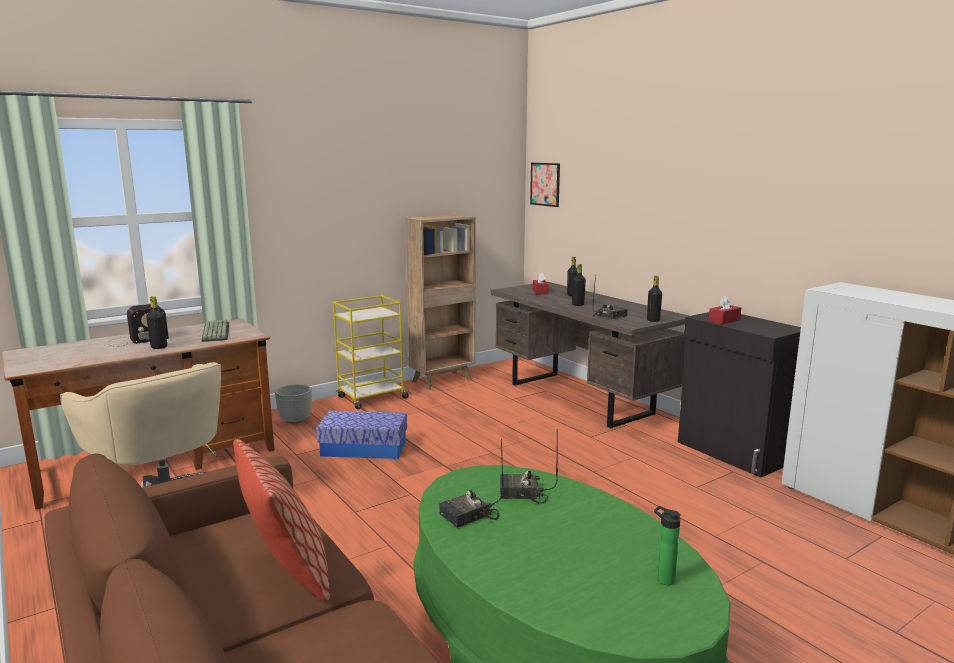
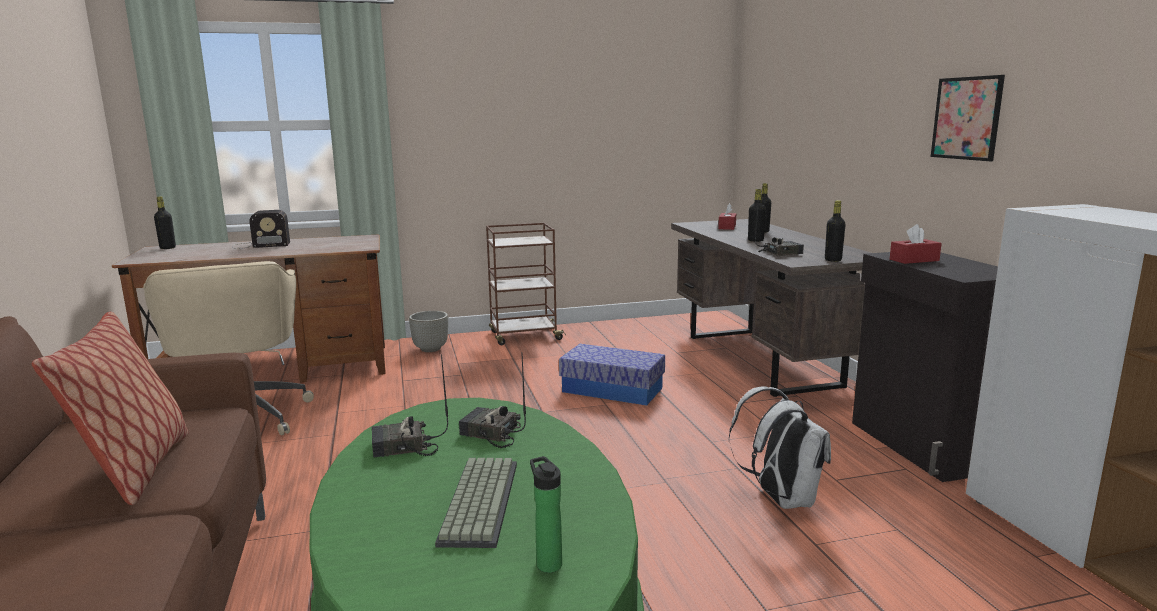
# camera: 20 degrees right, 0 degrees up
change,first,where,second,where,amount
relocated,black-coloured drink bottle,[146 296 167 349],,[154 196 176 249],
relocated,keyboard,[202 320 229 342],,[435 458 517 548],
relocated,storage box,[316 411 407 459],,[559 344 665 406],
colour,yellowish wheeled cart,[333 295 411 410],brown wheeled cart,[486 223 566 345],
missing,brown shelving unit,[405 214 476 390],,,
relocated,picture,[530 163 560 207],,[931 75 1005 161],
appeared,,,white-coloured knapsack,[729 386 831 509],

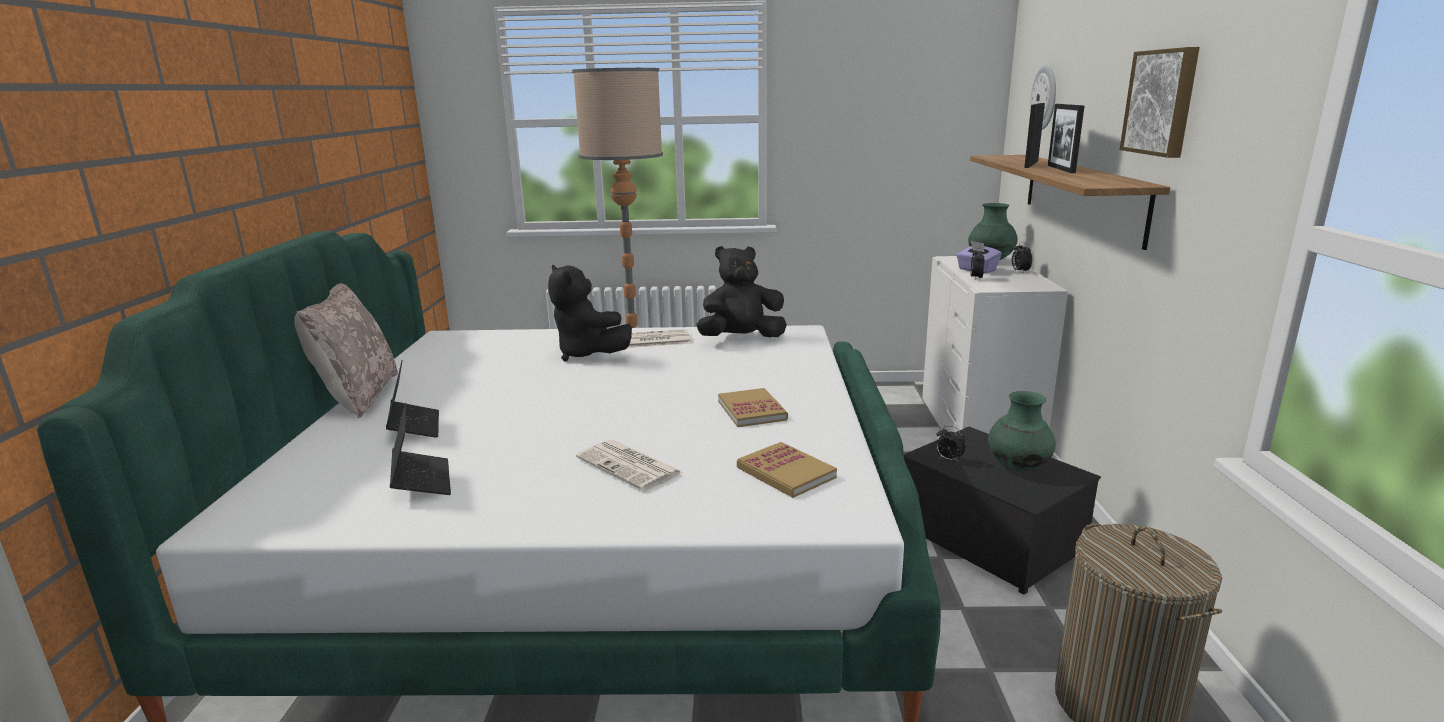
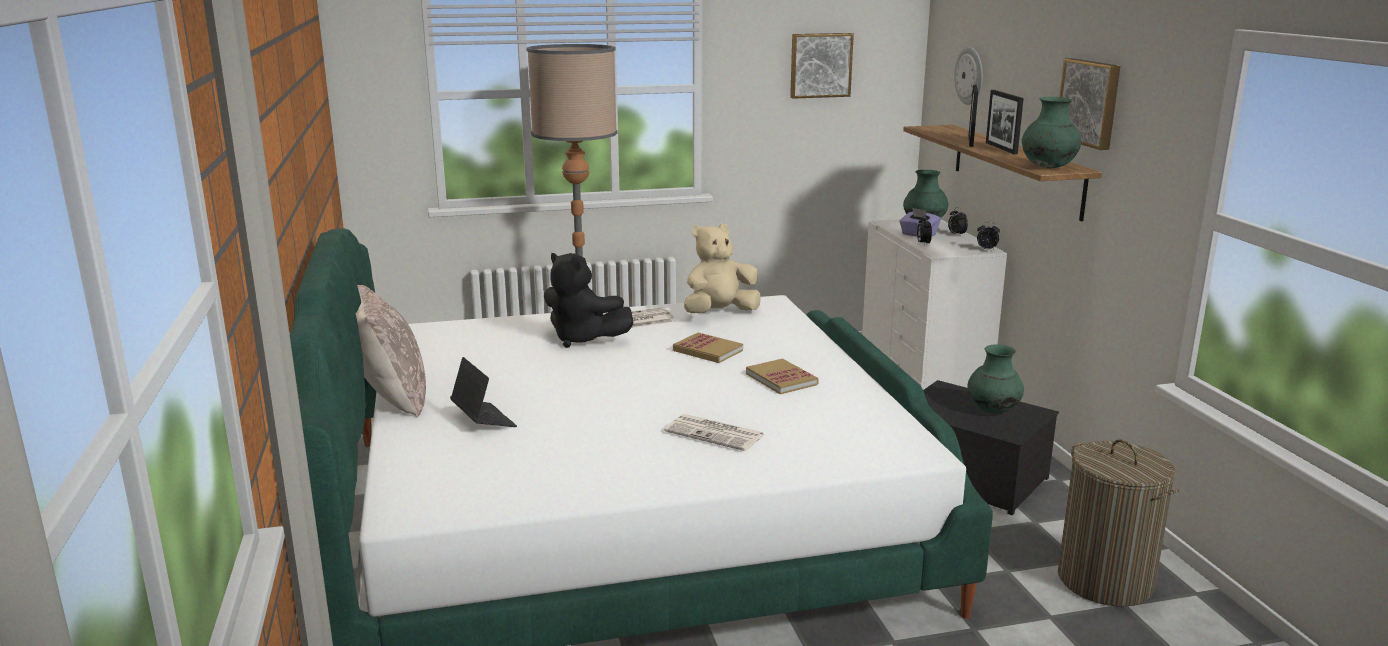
# camera: 15 degrees left, 0 degrees up
change,first,where,second,where,amount
missing,portable computer,[390 403 451 495],,,
colour,black-coloured cuddly toy,[696 246 787 338],beige cuddly toy,[684 224 761 313],
relocated,volume,[737 442 837 498],,[673 333 743 363],
relocated,table clock,[936 426 966 462],,[977 222 1000 251],
appeared,,,picture,[790 33 854 99],
appeared,,,green-coloured decorative vase,[1022 97 1081 168],

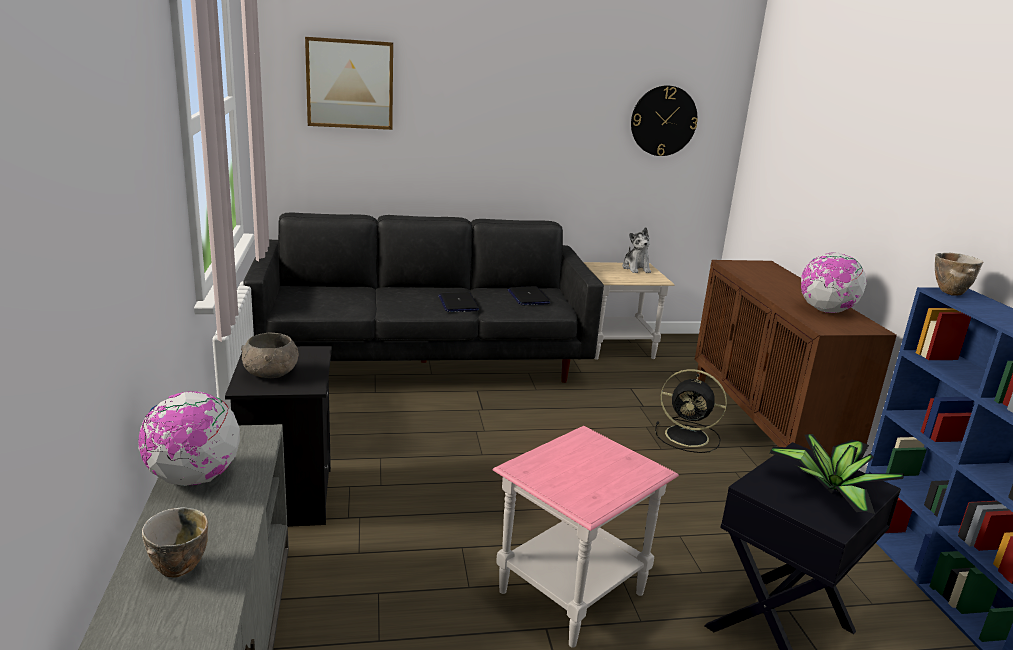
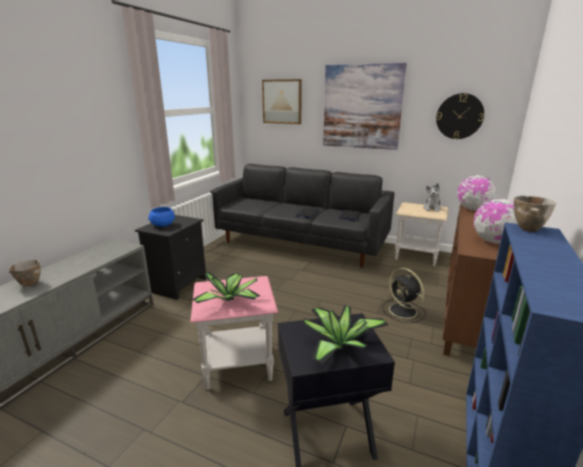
# camera: 35 degrees right, 0 degrees up
change,first,where,second,where,amount
relocated,globe,[138 391 240 486],,[457 175 496 210],
colour,greyish bowl,[241 333 298 378],blue-coloured bowl,[148 207 175 227],
appeared,,,plant in a pot,[192 272 260 303],
appeared,,,picture,[323 63 407 150],

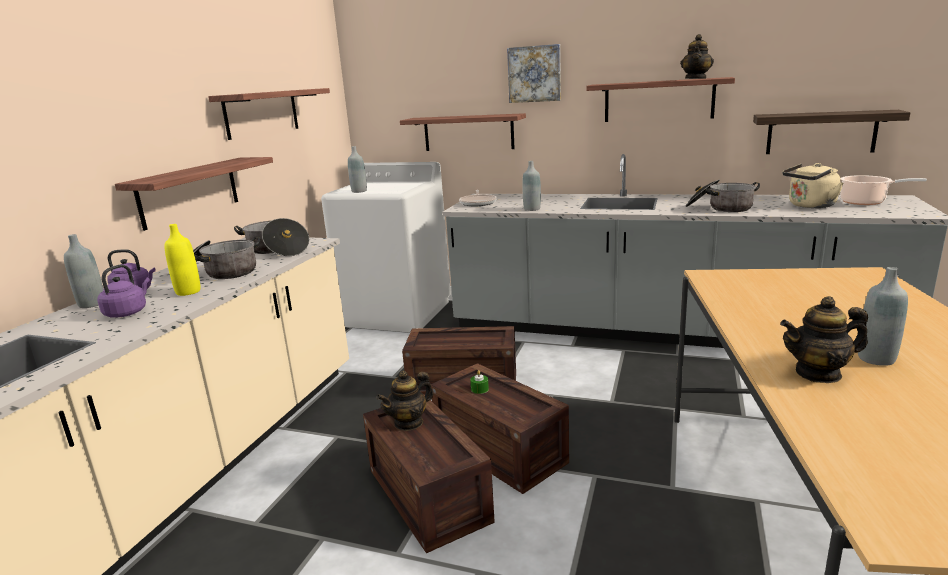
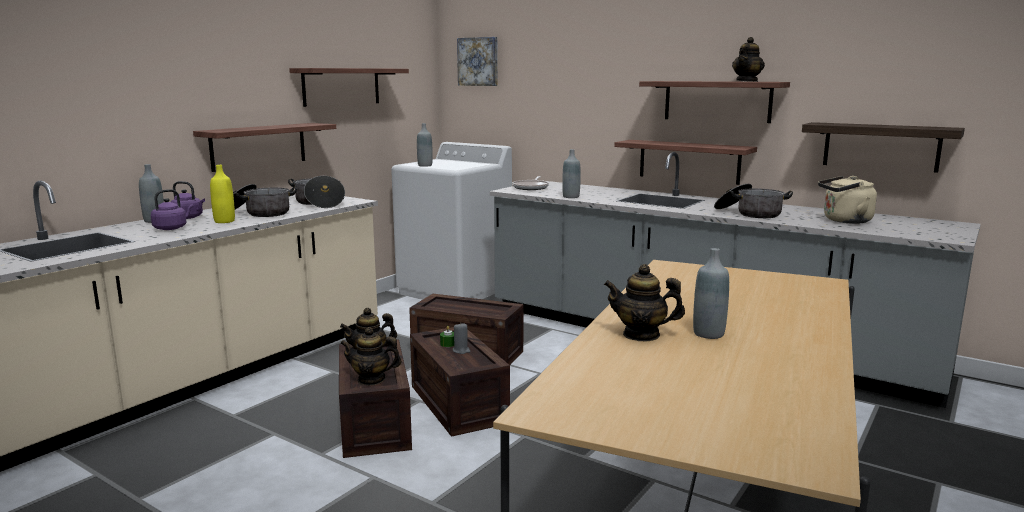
# camera: 15 degrees right, 5 degrees down
change,first,where,second,where,amount
relocated,wall shelf,[400 113 526 151],,[614 140 757 185],
relocated,picture,[507 44 561 103],,[457 37 498 86],
missing,stockpot,[840 175 927 205],,,
appeared,,,teapot,[340 327 402 385],
appeared,,,greyish candle,[453 323 471 354],

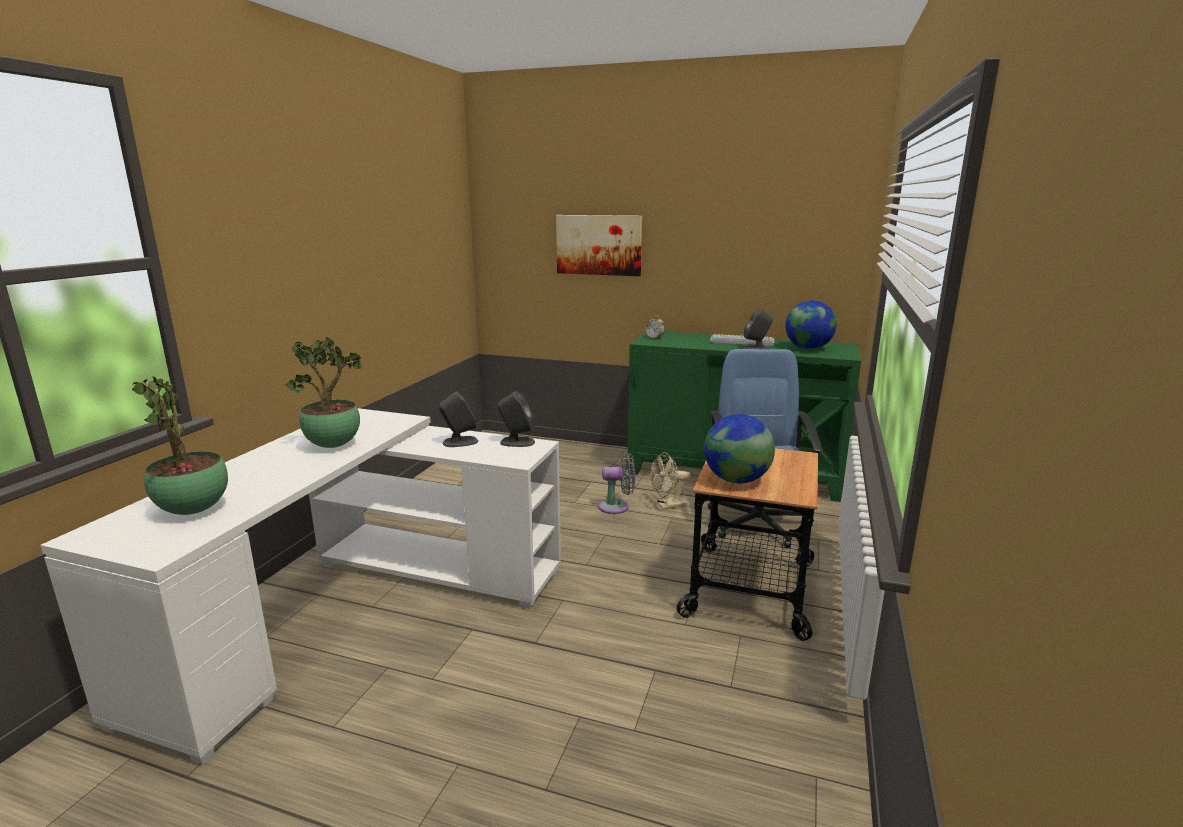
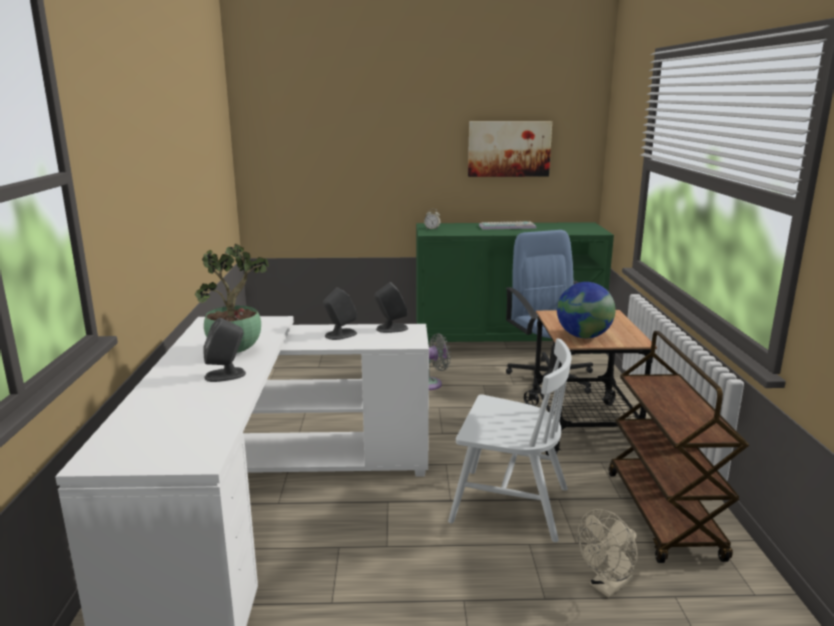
# camera: 20 degrees left, 0 degrees up
change,first,where,second,where,amount
missing,plant in a pot,[132 376 228 515],,,
relocated,picture,[556 215 642 276],,[468 121 552 177],
relocated,beige electric fan,[650 452 691 510],,[578 509 638 597],
relocated,greyish speaker,[743 309 773 349],,[203 318 246 382],
missing,globe,[785 301 837 350],,,
appeared,,,white-coloured upright chair,[448 339 572 542],
appeared,,,brown wheeled cart,[609 331 749 563],

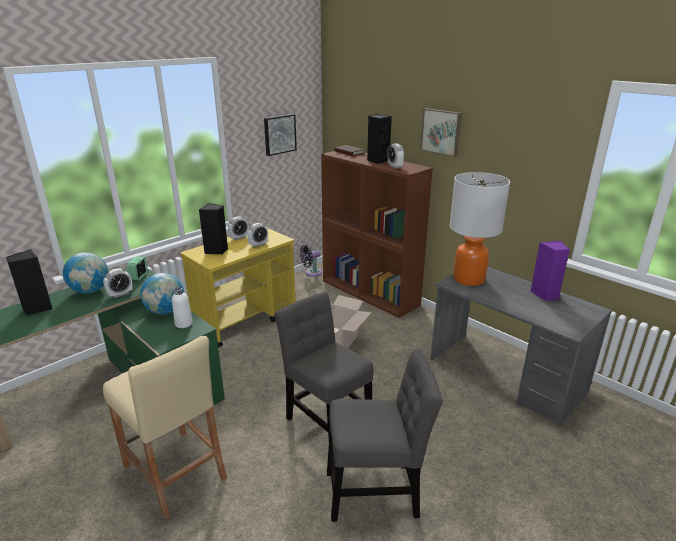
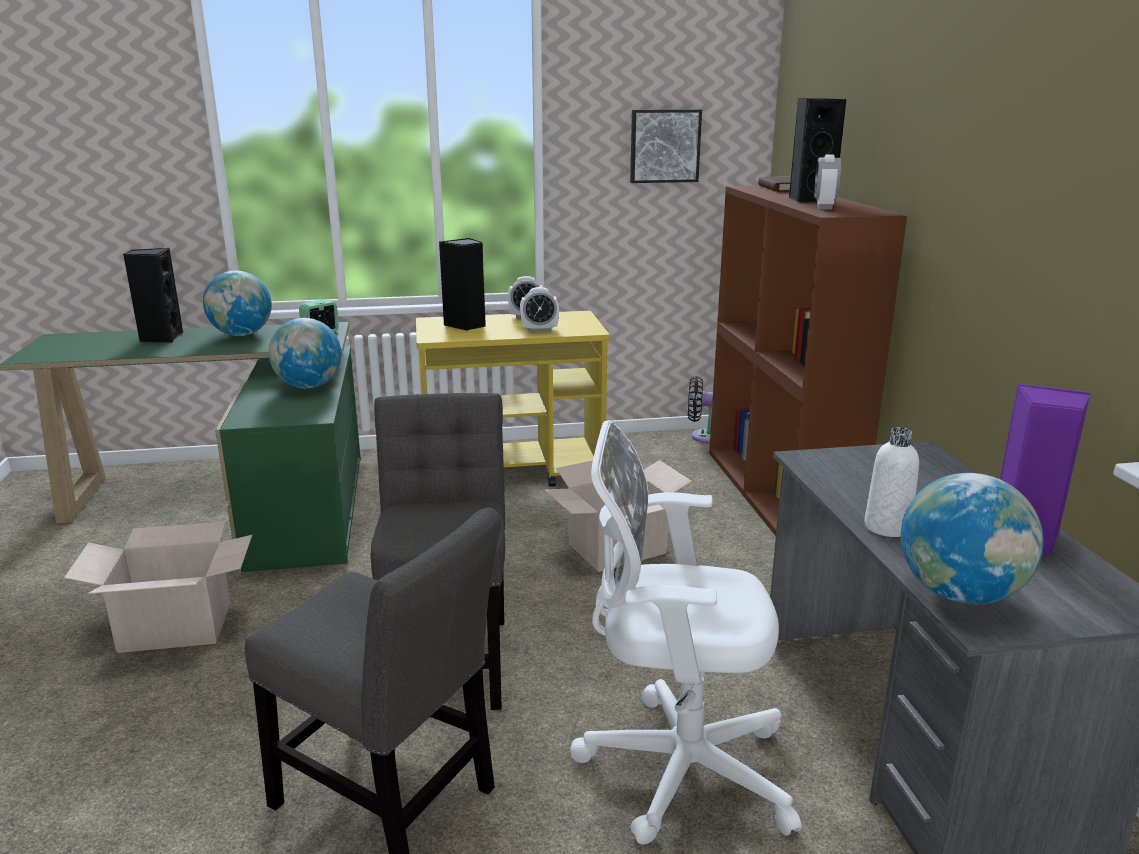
# camera: 35 degrees right, 5 degrees down
change,first,where,second,where,amount
missing,table clock,[103 268 132 298],,,
exchanged,beige sitting stool,[103 336 227 519],packing box,[64 522 252 653],
relocated,white-coloured drink bottle,[172 287 193 328],,[864 427 919 537],
missing,picture,[420 108 462 157],,,
missing,lamp for a table,[449 172 510 286],,,
appeared,,,white-coloured desk chair,[570 420 801 845],
appeared,,,globe,[901 473 1044 604],

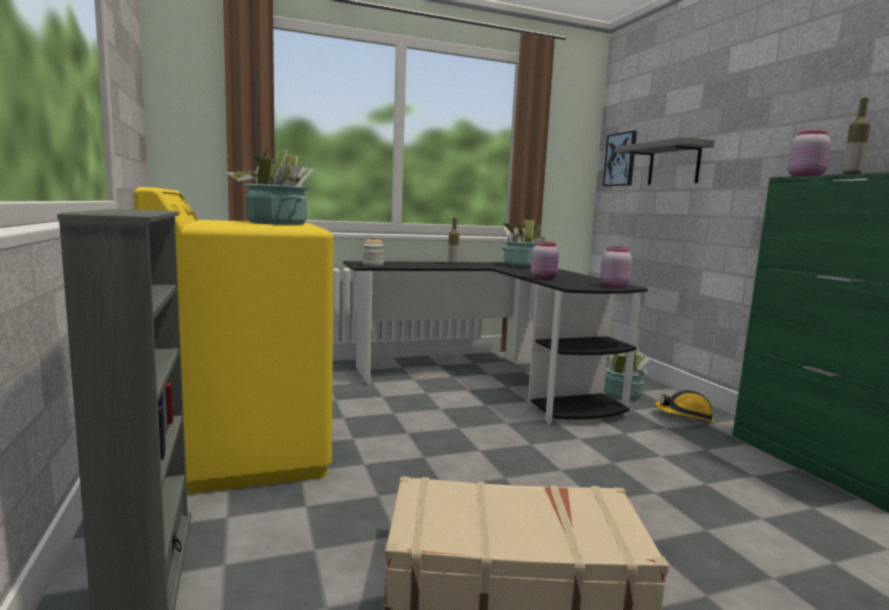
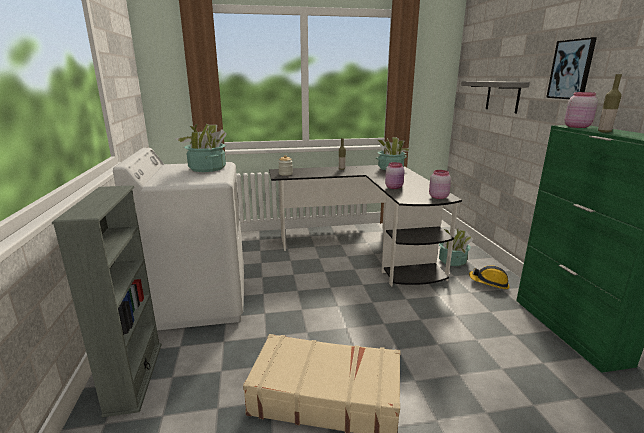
# camera: 10 degrees right, 10 degrees up
change,first,where,second,where,amount
colour,yellowish laundry appliance,[134 187 334 495],white-coloured laundry appliance,[113 148 244 330],
relocated,picture,[603 131 637 186],,[546 37 597 99],

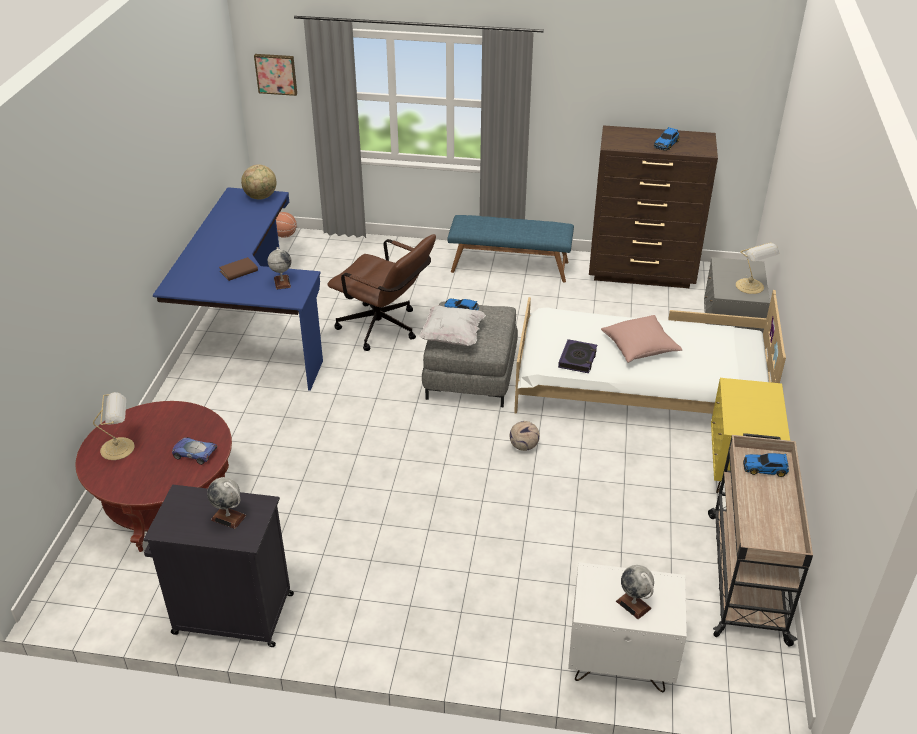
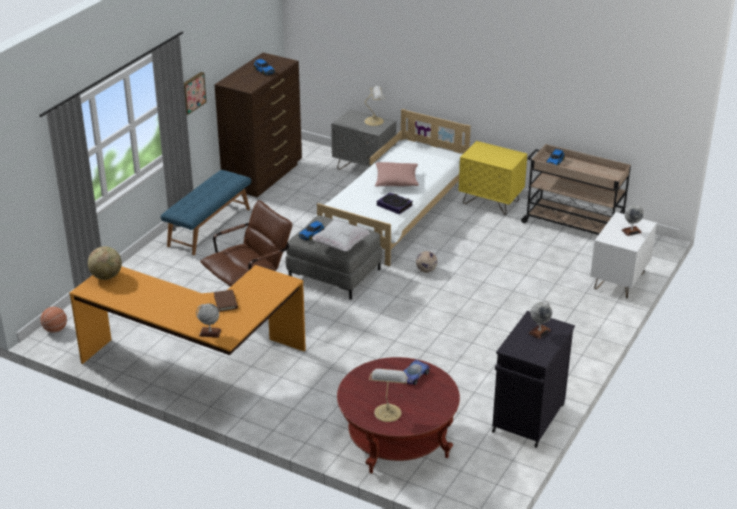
# camera: 70 degrees left, 5 degrees down
change,first,where,second,where,amount
colour,blue-coloured desk table,[153 187 323 391],orangey desk table,[69 265 306 364],
relocated,picture,[254 54 297 96],,[184 72 207 115],
relocated,globe,[268 247 291 290],,[196 303 221 338],

